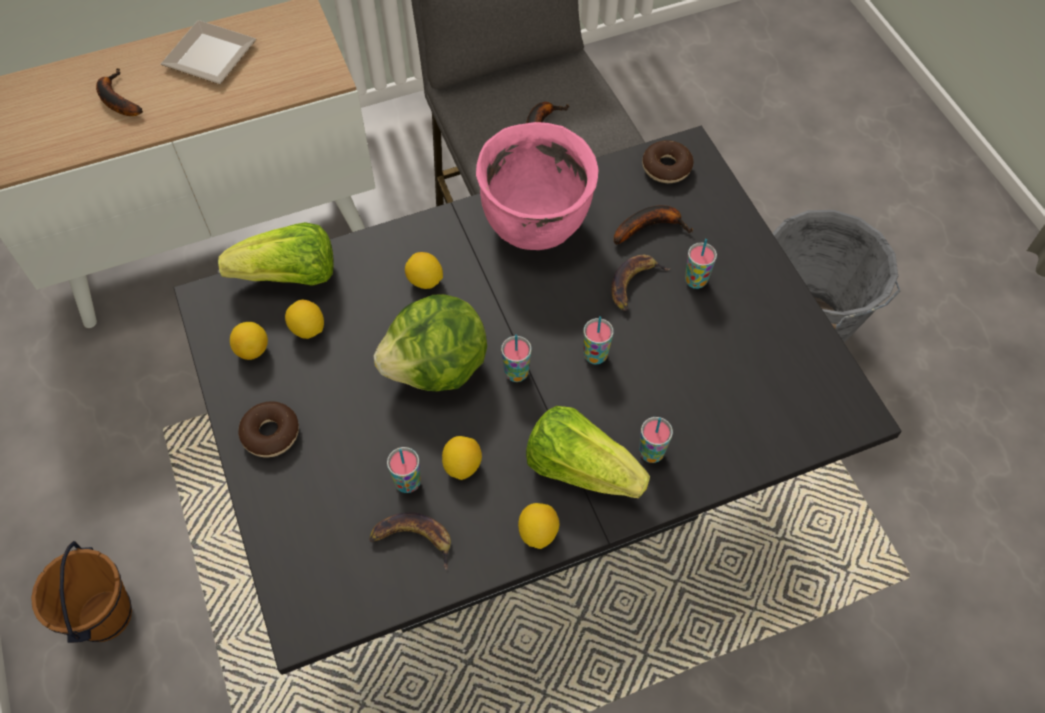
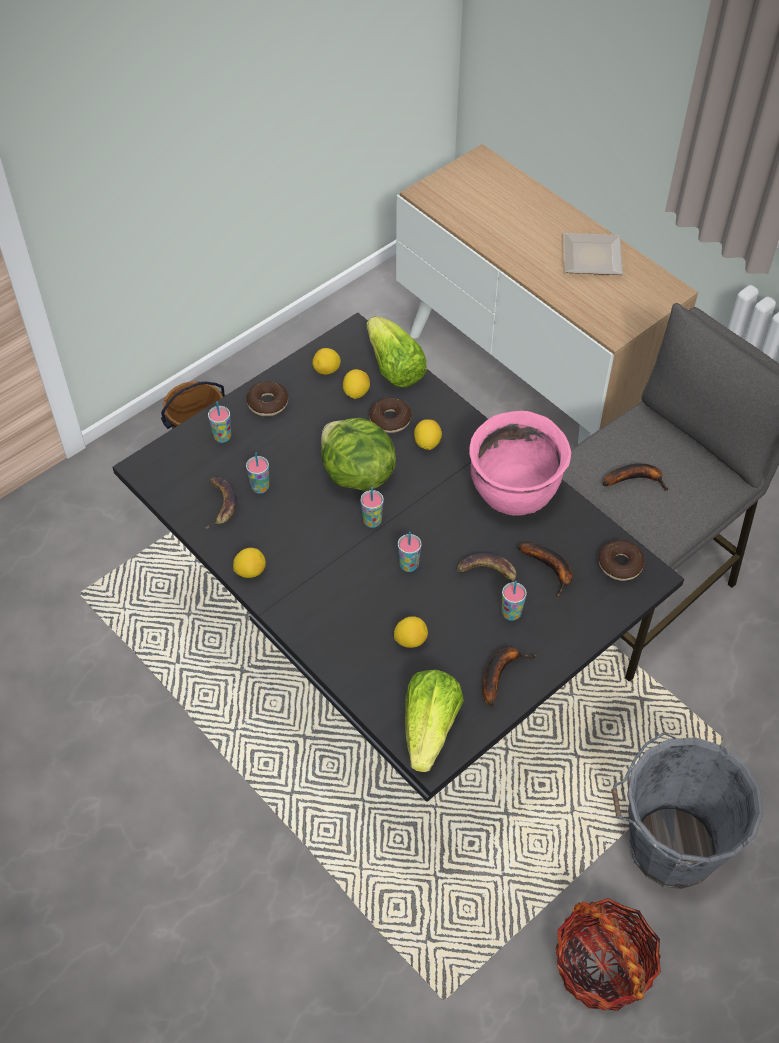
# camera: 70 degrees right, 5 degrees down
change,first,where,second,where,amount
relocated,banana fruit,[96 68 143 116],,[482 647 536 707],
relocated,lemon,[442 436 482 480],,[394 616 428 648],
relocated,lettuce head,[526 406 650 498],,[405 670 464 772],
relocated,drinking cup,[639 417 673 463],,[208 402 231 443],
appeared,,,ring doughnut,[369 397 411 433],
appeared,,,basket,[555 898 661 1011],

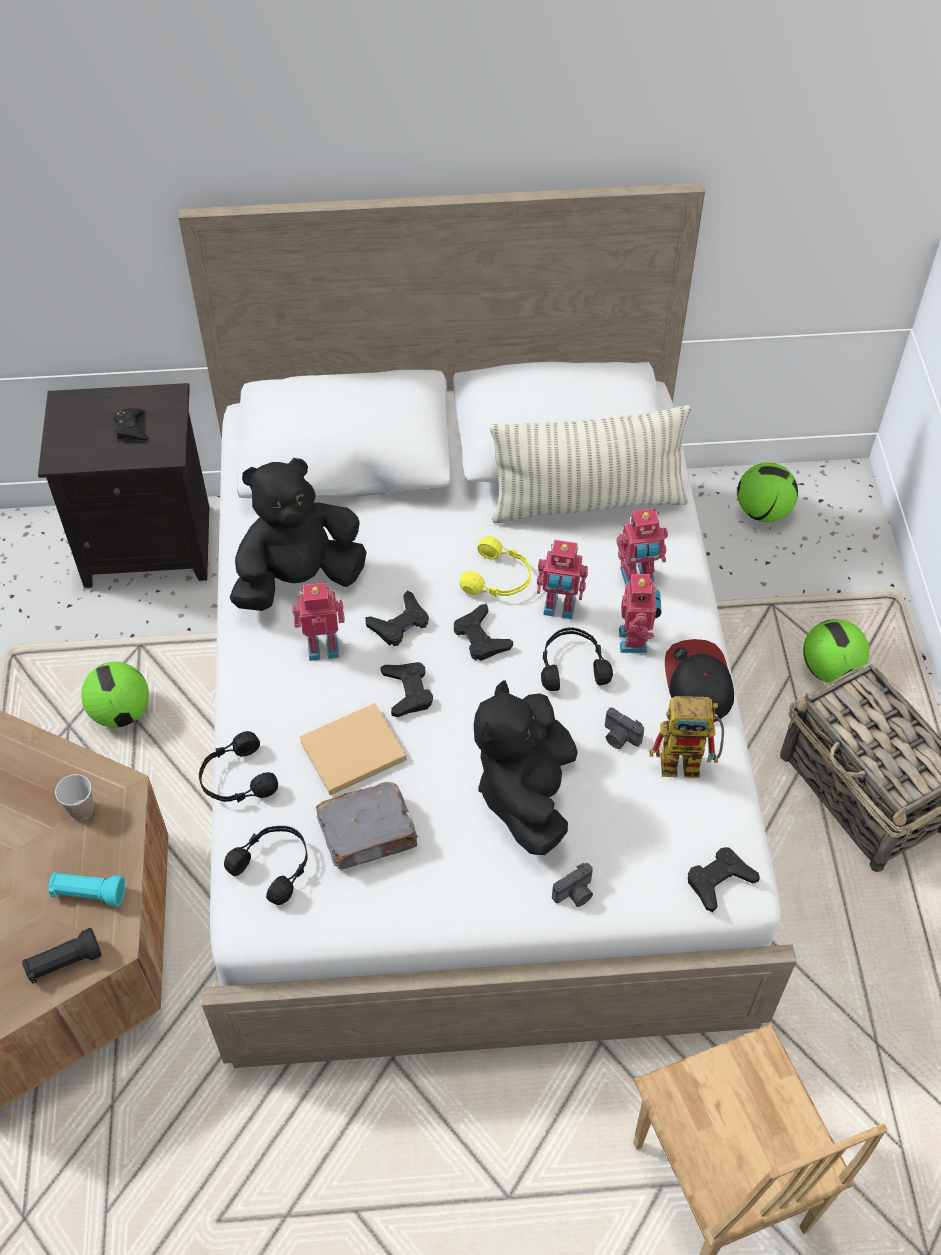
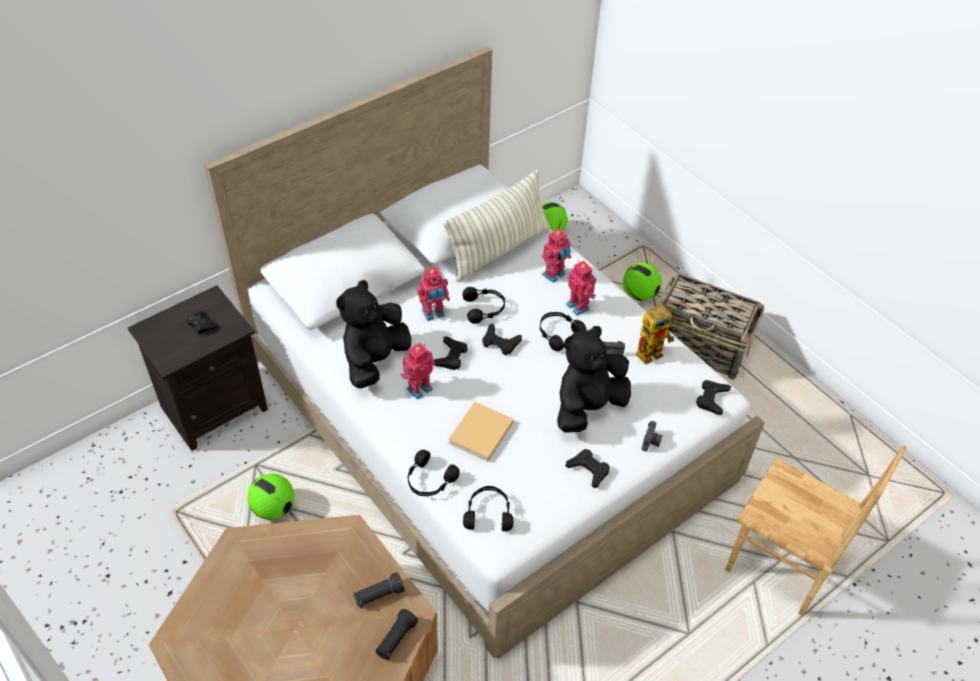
# camera: 35 degrees left, 5 degrees down
change,first,where,second,where,amount
colour,turquoise-coloured torch,[48 872 125 907],black-coloured torch,[353 572 405 609],
missing,drinking cup,[55 774 94 820],,,
missing,greyish volume,[316 782 419 870],,,
relocated,black-coloured joypad,[380 662 433 717],,[566 449 610 488],
colour,yellowish pair of headphones,[459 536 531 597],black-coloured pair of headphones,[462 287 505 324],
spun,black-coloured cuddly toy,[474 680 578 855],,[557 326 631 433],75 degrees clockwise
relocated,toy robot,[537 540 588 619],,[417 267 450 321],
missing,baseball cap,[665 639 734 722],,,

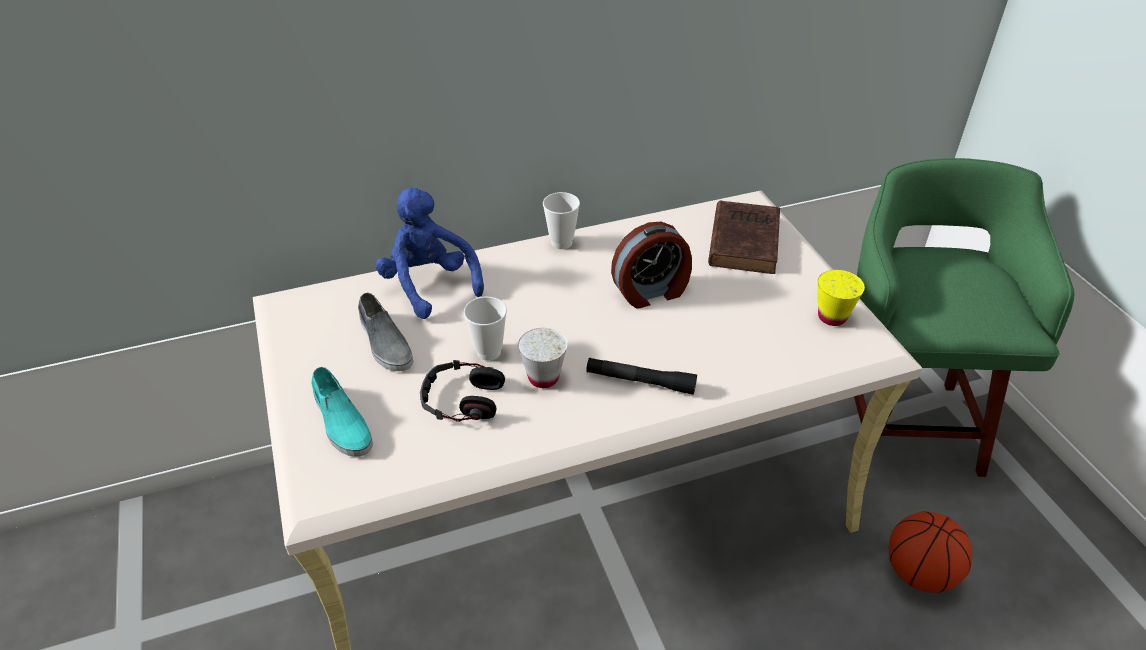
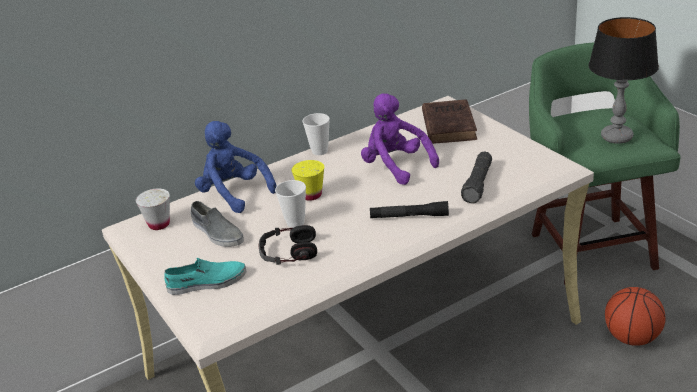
# camera: 10 degrees left, 10 degrees down
change,first,where,second,where,amount
spun,turquoise-coloured item of footwear,[311 367 373 456],,[165 258 246 295],60 degrees counterclockwise
relocated,white-coloured drinking cup,[518 328 567 388],,[136 189 170 230],
exchanged,table clock,[611 222 692 309],purplish cuddly toy,[361 93 439 185],
relocated,yellowish drinking cup,[818 270 865 326],,[291 160 324 200],
appeared,,,black-coloured torch,[461 152 492 204],
appeared,,,lamp for a table,[588 17 659 144],

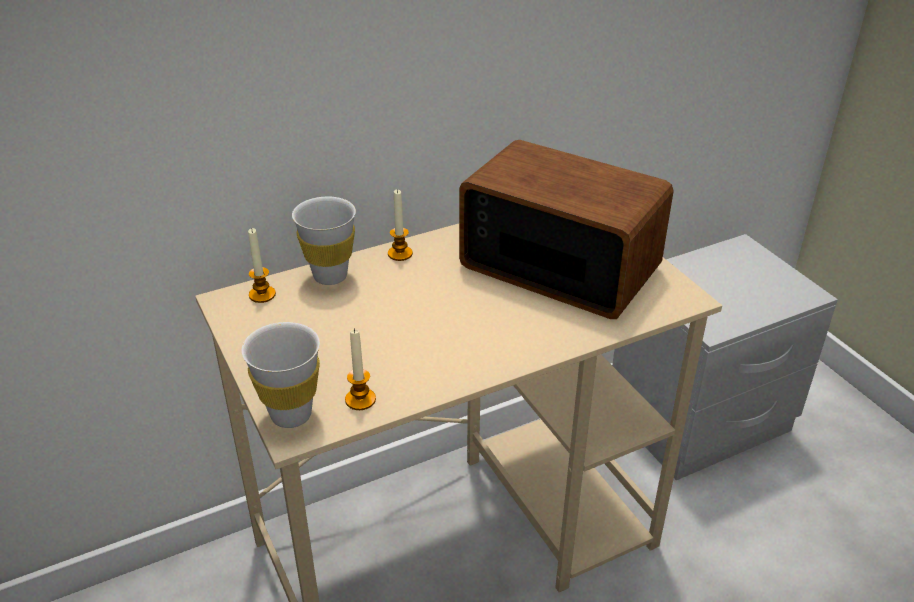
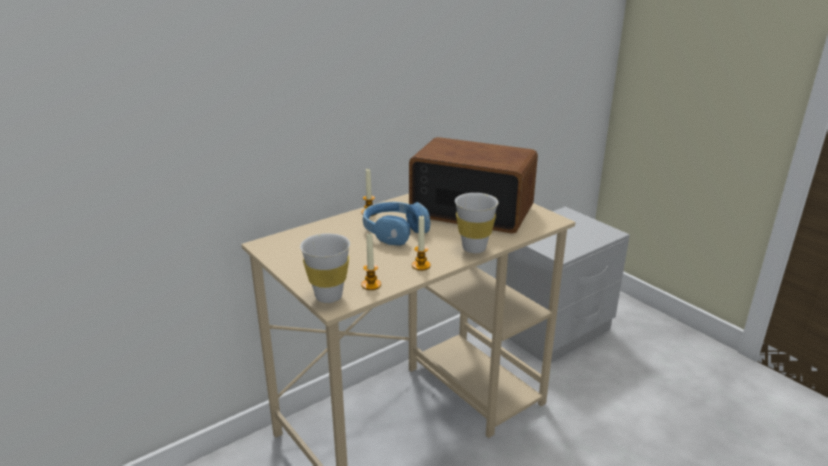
# camera: 10 degrees left, 10 degrees down
change,first,where,second,where,amount
relocated,candle,[248 228 276 303],,[412 215 431 271],
relocated,white-coloured drinking cup,[292 196 356 285],,[455 193 498 253],
appeared,,,blue-coloured pair of headphones,[363 202 430 246],

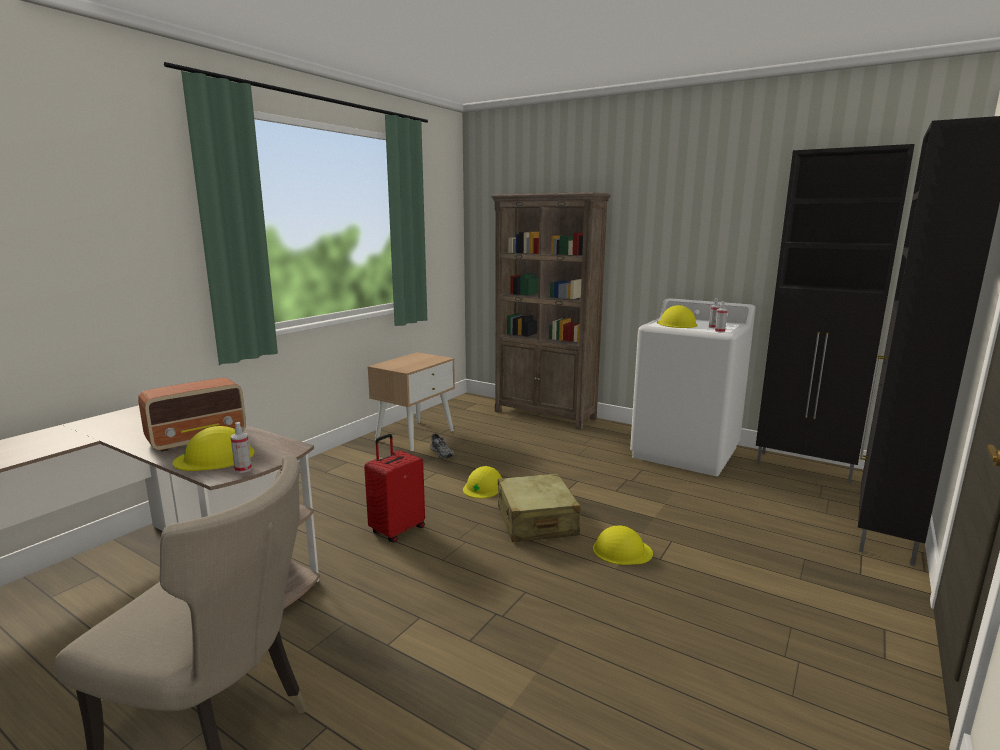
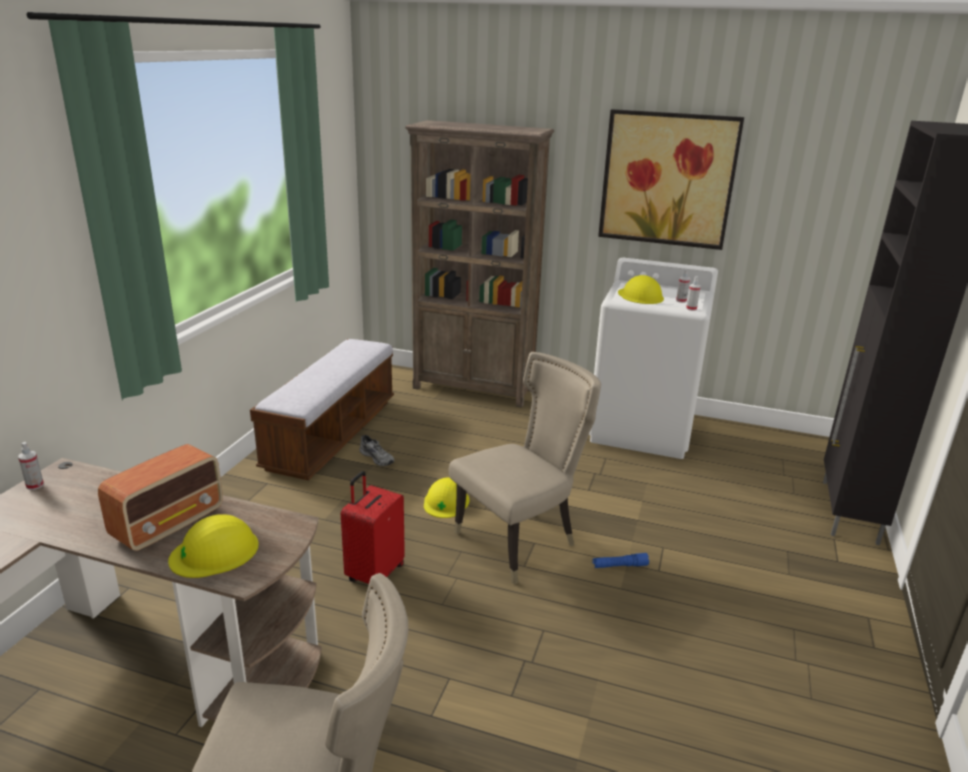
# camera: 15 degrees left, 10 degrees up
change,first,where,second,where,amount
relocated,hand sprayer,[231 422 252 473],,[18 442 44 490],
exchanged,beige bedside table,[367 352 455 451],indoor bench,[250 339 394 481],
exchanged,beige piece of luggage,[498 473 581 542],beige upright chair,[449 352 601 585],
exchanged,yellowish safety helmet,[593 526 653 565],blue-coloured torch,[592 553 649 568],
missing,black-coloured cabinet,[756 144 915 483],,,
appeared,,,picture,[598 109 744 250],

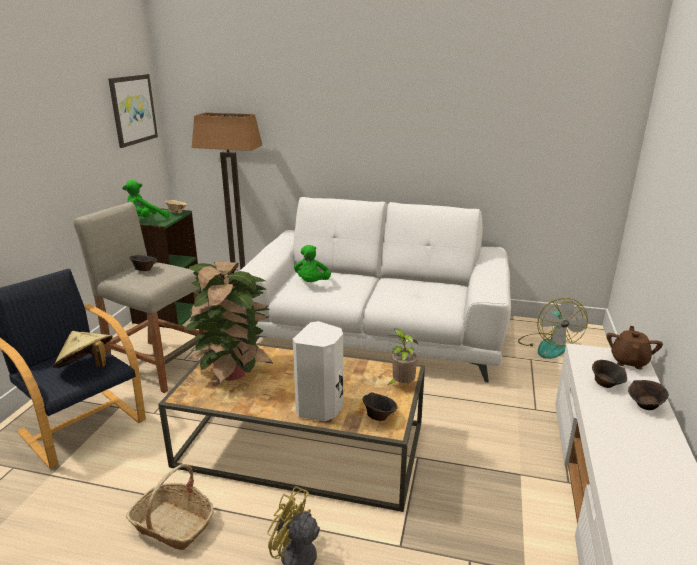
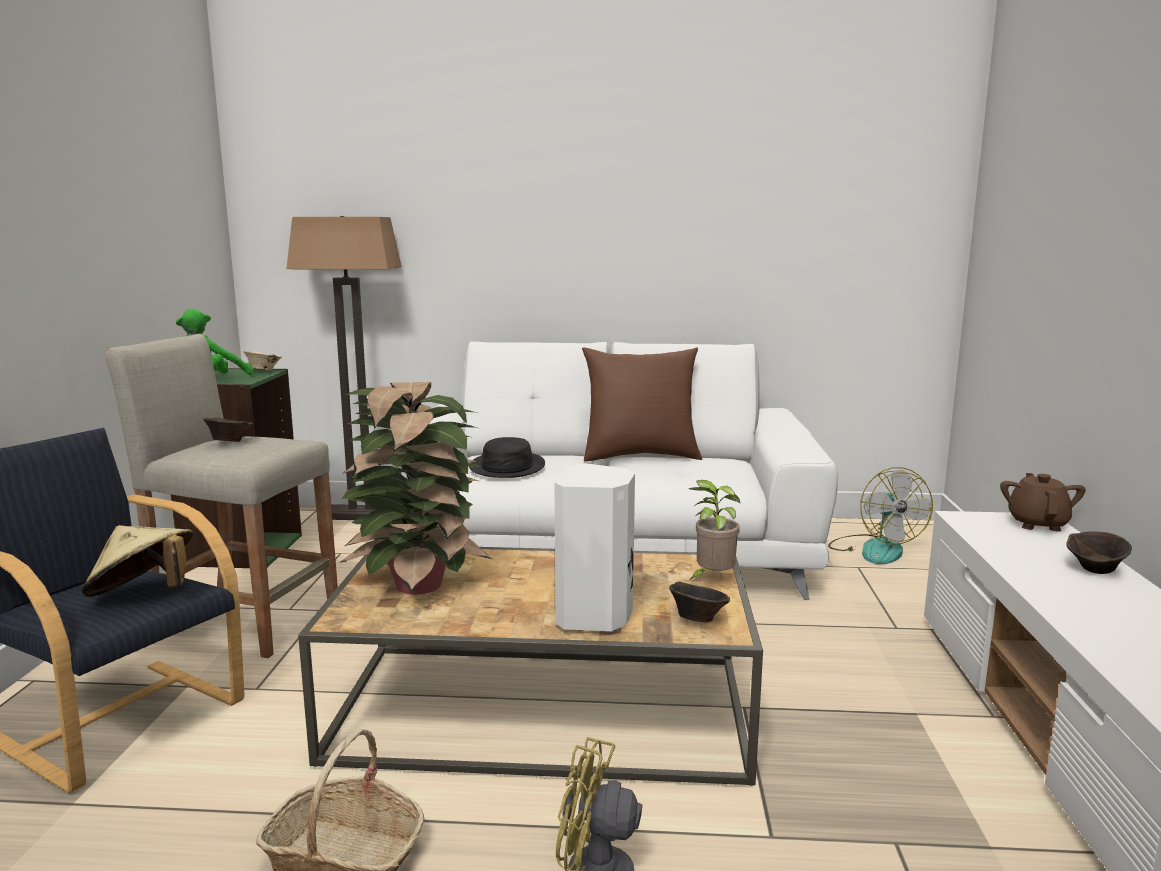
# camera: 10 degrees left, 10 degrees down
change,first,where,second,where,amount
missing,picture,[108 74 158 148],,,
exchanged,green-coloured cuddly toy,[294 245 331 282],black-coloured hat,[469 437 545 478],
missing,brown bowl,[592 360 627 388],,,
appeared,,,brown cushion,[582 347 702 462],

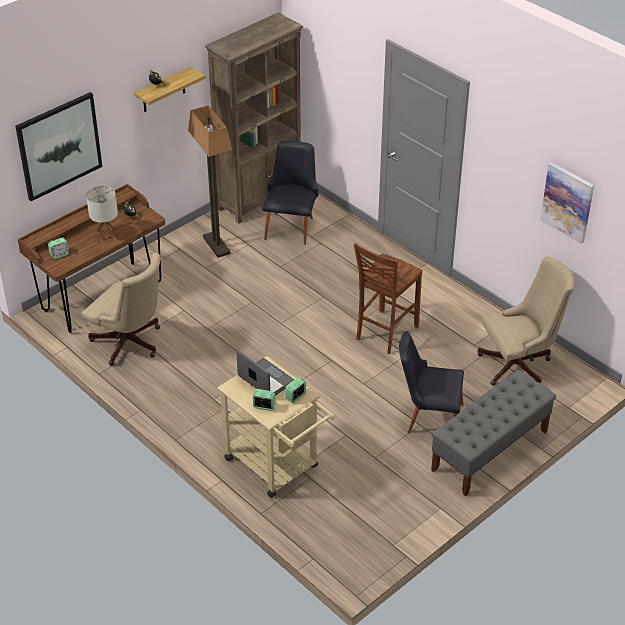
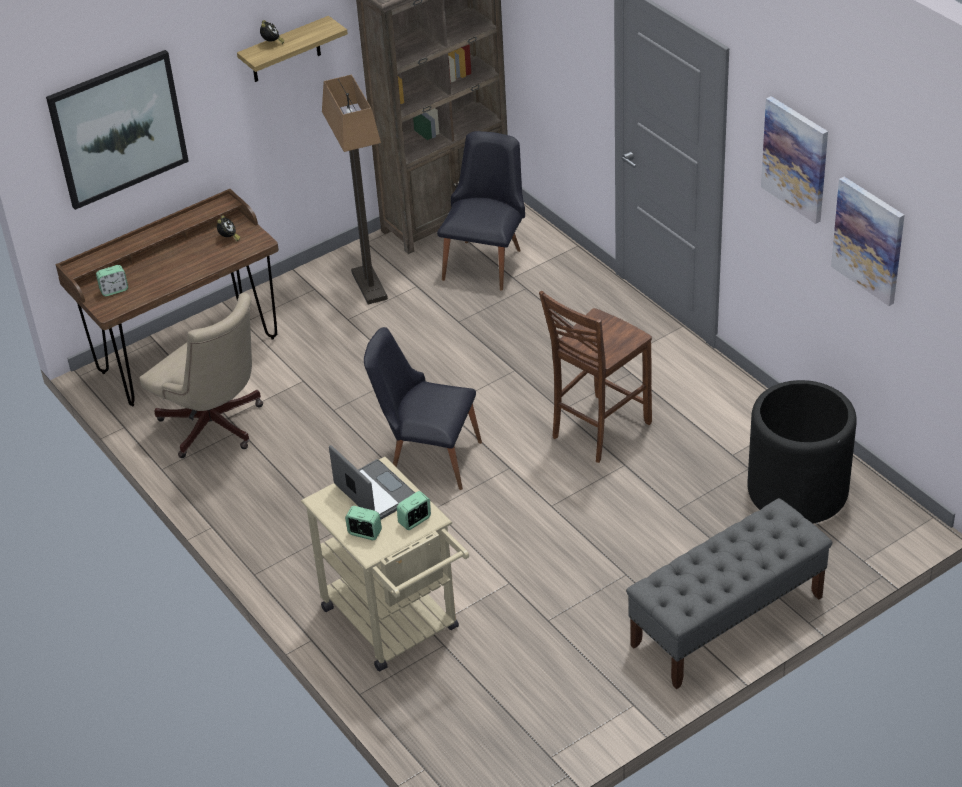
# camera: 10 degrees right, 0 degrees up
change,first,where,second,where,amount
missing,lamp for a table,[86 186 118 242],,,
relocated,black-coloured upright chair,[399 331 464 433],,[364 327 482 490],
exchanged,beige desk chair,[477 256 575 385],black-coloured planter,[747 380 857 524],
appeared,,,picture,[761 96 828 224],

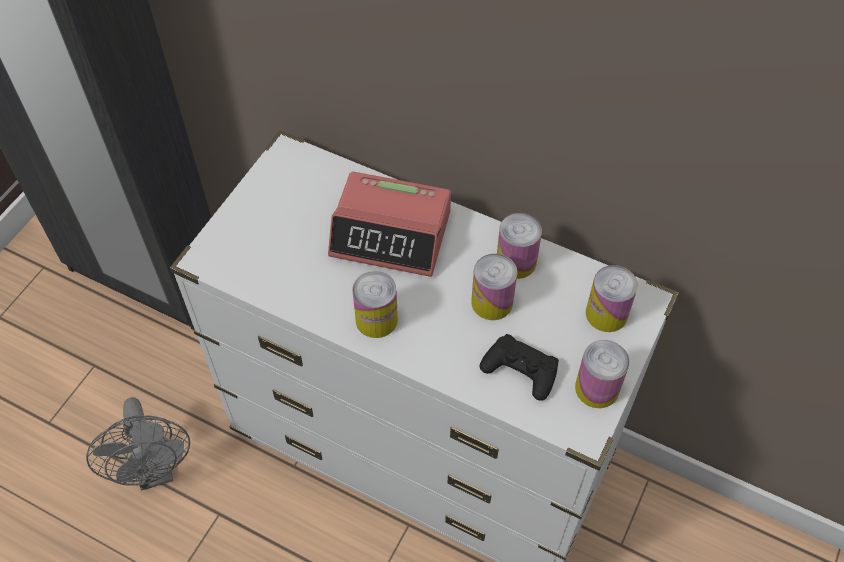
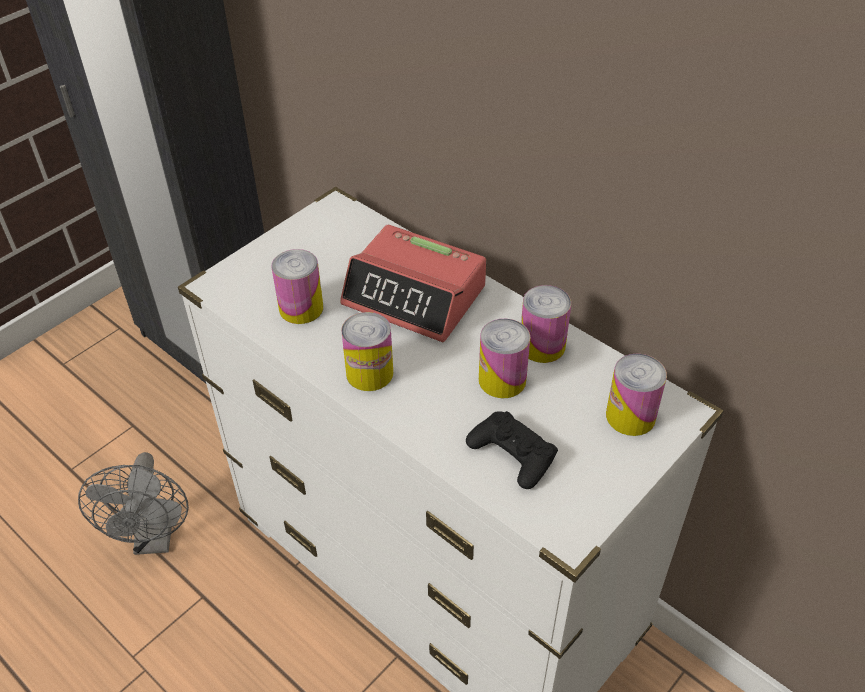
# camera: 15 degrees right, 10 degrees down
change,first,where,second,where,amount
relocated,sealed can,[575 340 629 408],,[271 249 323 324],

